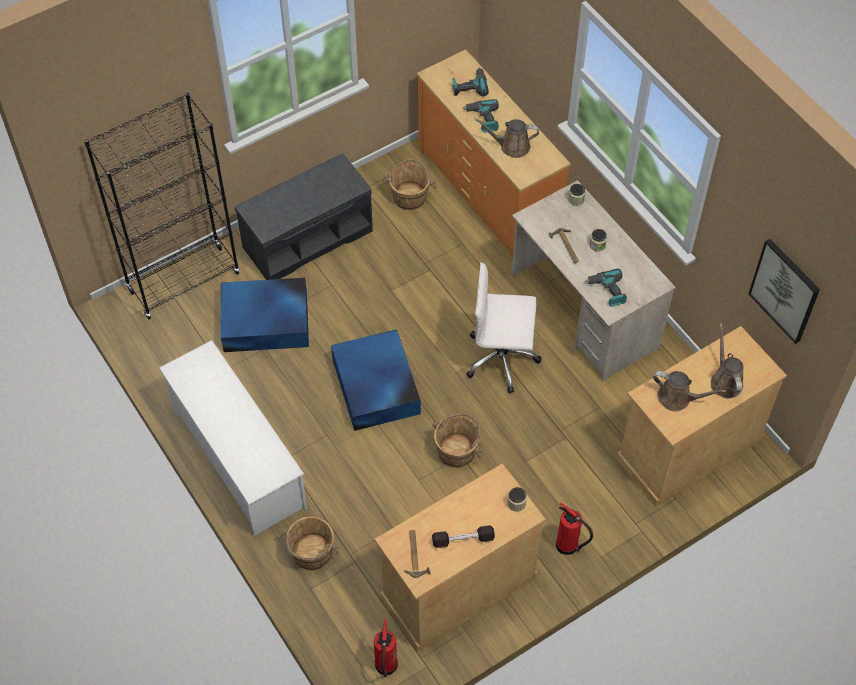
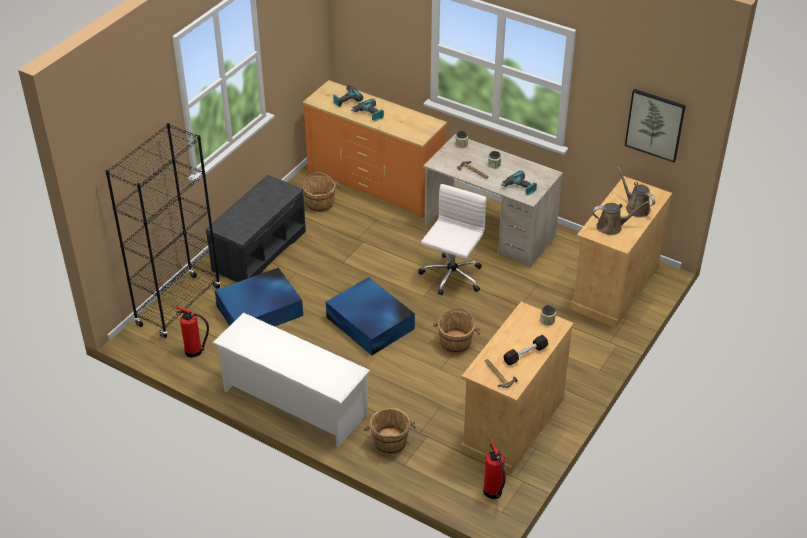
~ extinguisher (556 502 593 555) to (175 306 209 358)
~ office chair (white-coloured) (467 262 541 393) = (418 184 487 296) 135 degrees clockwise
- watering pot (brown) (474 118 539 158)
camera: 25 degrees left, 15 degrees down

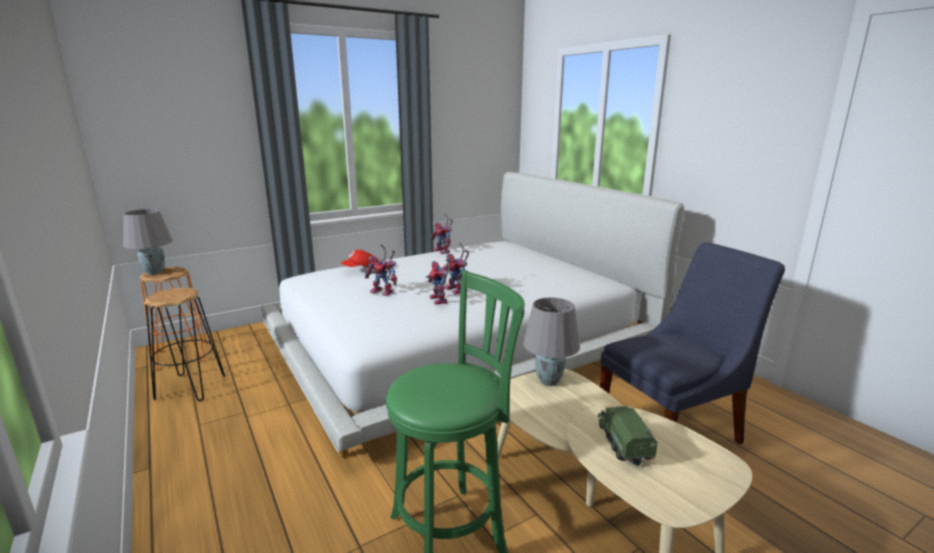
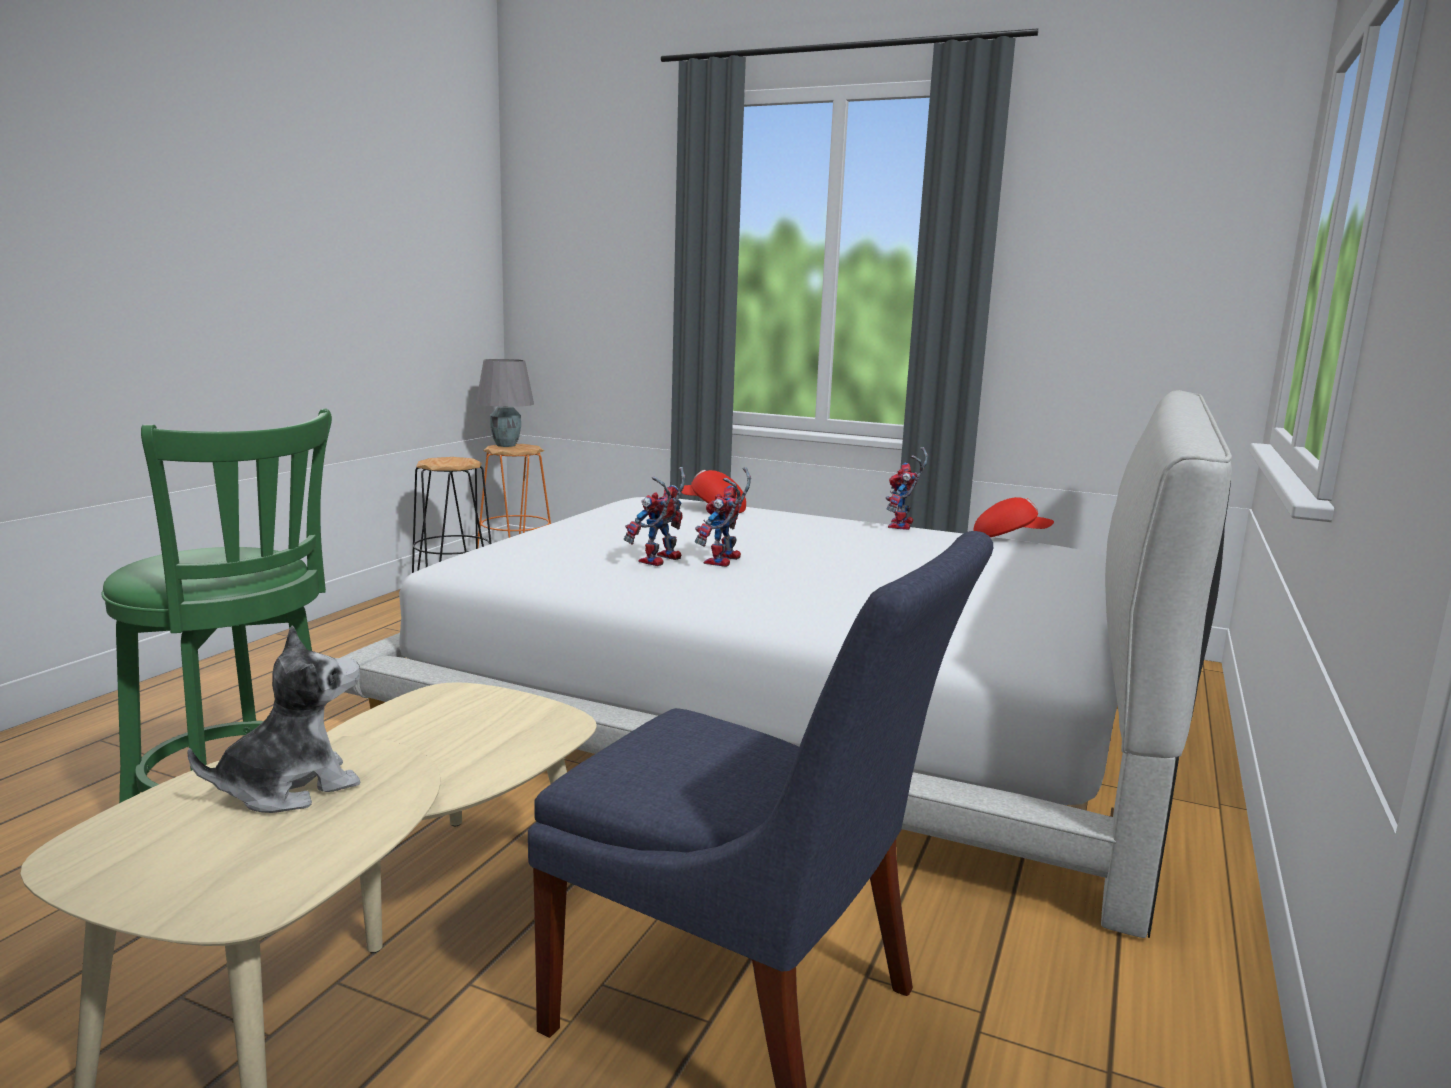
~ toy truck (598 406 658 467) to plush toy (187 626 361 813)
+ cap (reddish) (973 497 1054 537)
- robot figure (365 244 397 296)
- lamp for a table (grey) (523 297 580 386)
camera: 55 degrees right, 5 degrees down

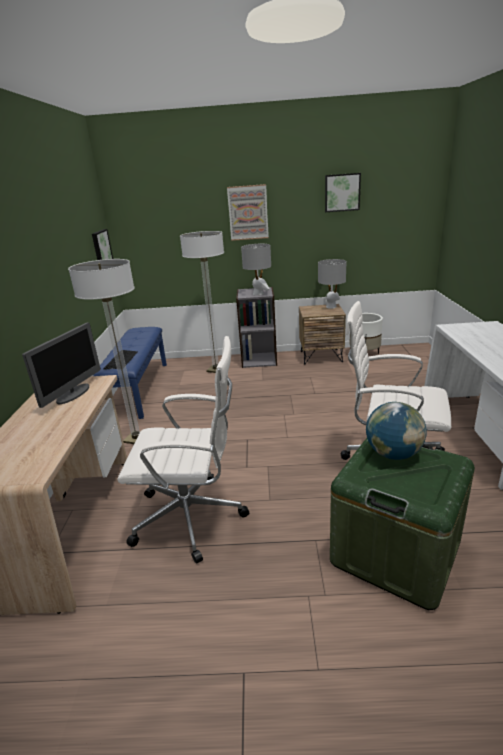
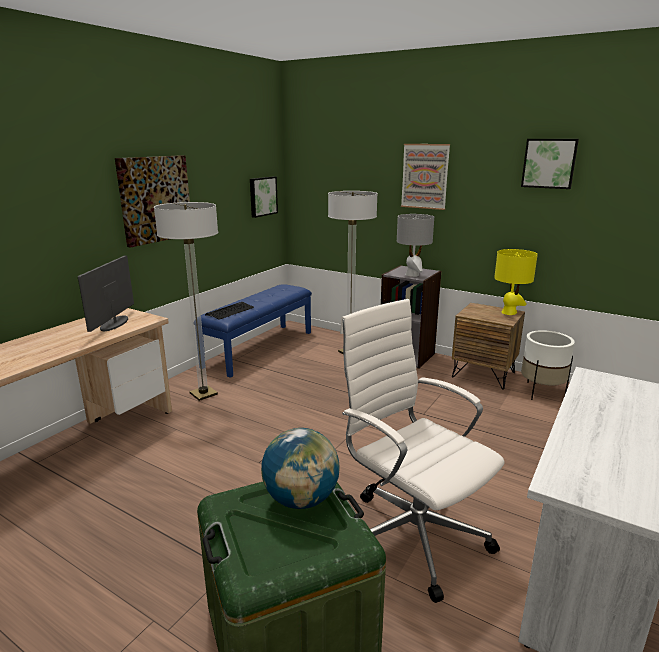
~ computer display (22 323 101 408) = (78 256 134 332) 135 degrees clockwise
+ picture (115 155 190 248)
~ lamp for a table (grey) (318 259 346 309) to lamp for a table (yellow) (494 249 538 315)
- office chair (white-coloured) (118 336 249 563)
camera: 30 degrees right, 5 degrees down

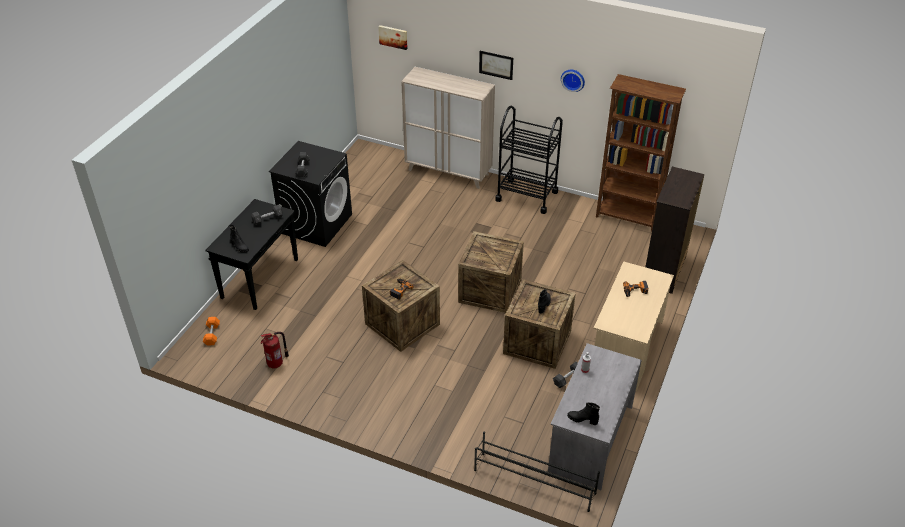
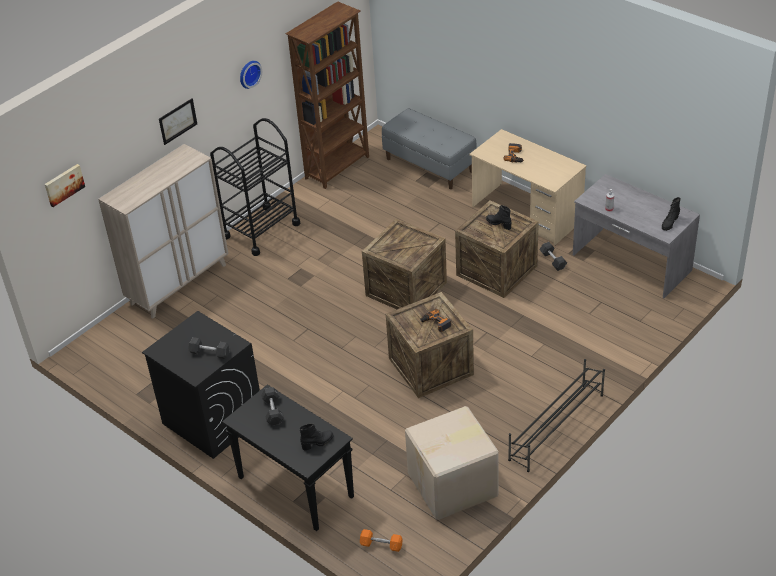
~ drawer chest (black-coloured) (645 167 705 294) to indoor bench (grey) (382 108 477 189)
~ extinguisher (260 332 289 368) to carton (405 406 499 520)
~ shoe shelf (black-coloured) (474 432 600 512) to (508 359 605 472)
camera: 70 degrees left, 0 degrees up

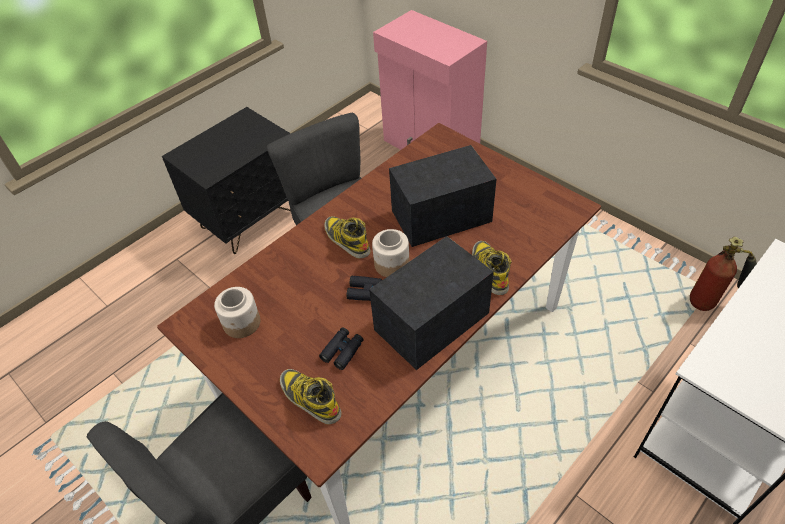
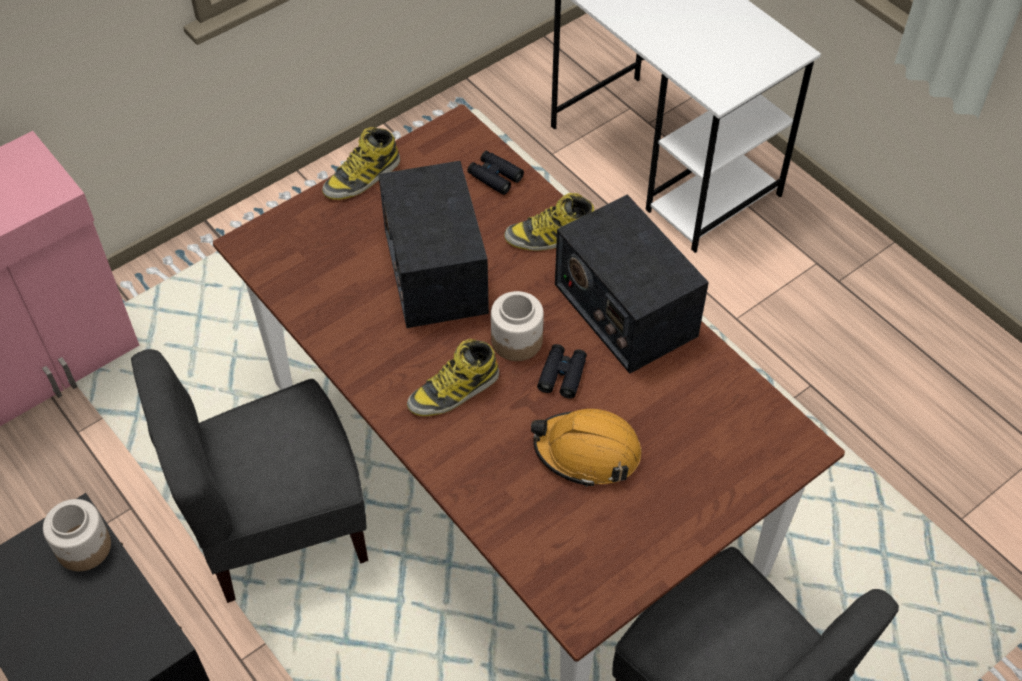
~ jar (214 287 260 338) to (43 499 111 571)
~ tall boot (280 369 341 425) to (322 127 400 200)
~ field glasses (black-coloured) (319 327 364 370) to (467 151 524 195)
+ work helmet (orange-coloured) (531 409 641 487)
- extinguisher (690 237 757 311)
camera: 85 degrees left, 5 degrees up

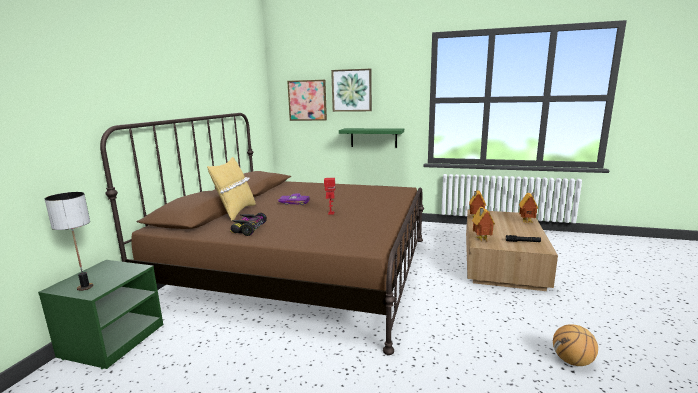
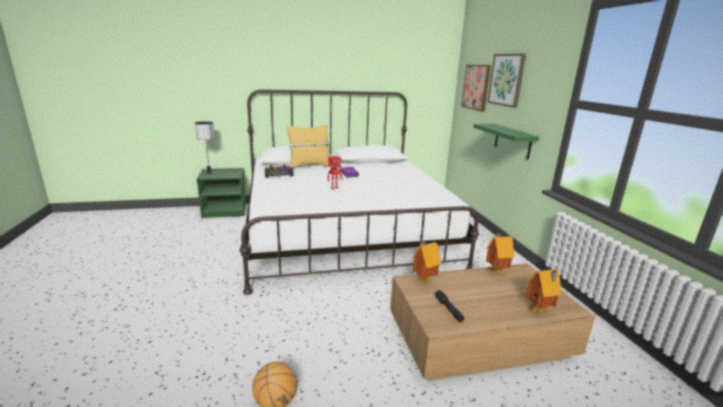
~ bedroom bed (brown) (100 113 424 355) to bedroom bed (white-coloured) (239 89 479 295)
camera: 60 degrees right, 5 degrees up

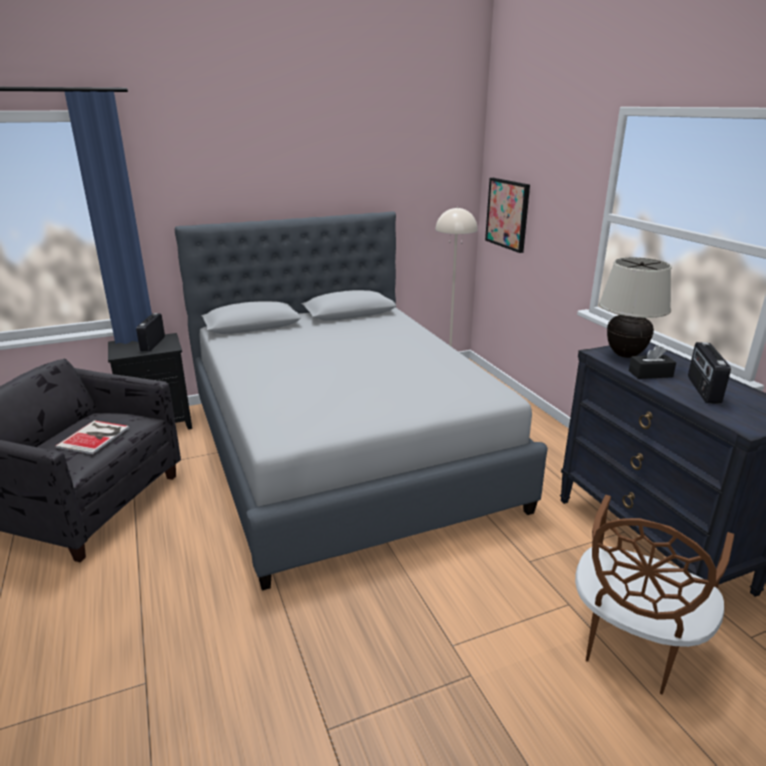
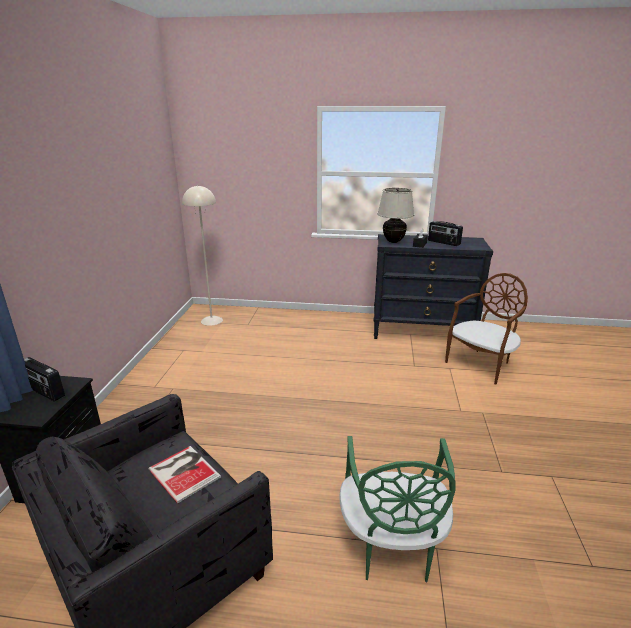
+ upright chair (green-coloured) (339 436 456 582)
~ upright chair (brown) (575 495 734 695) = (445 273 528 385) 105 degrees counterclockwise
- bedroom bed (grey) (175 212 548 591)
- picture (485 178 530 253)
camera: 60 degrees left, 0 degrees up

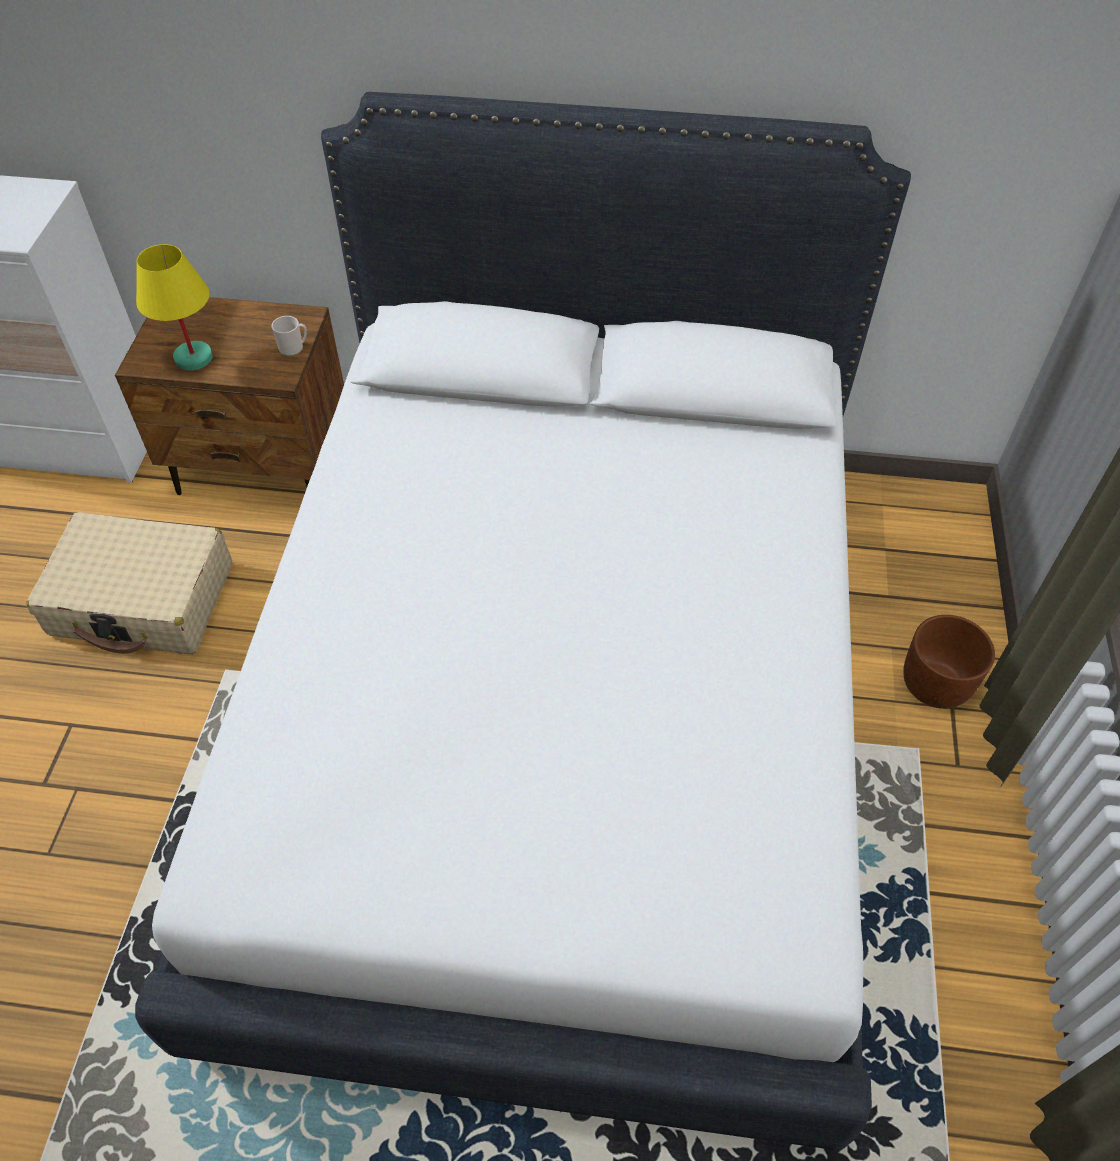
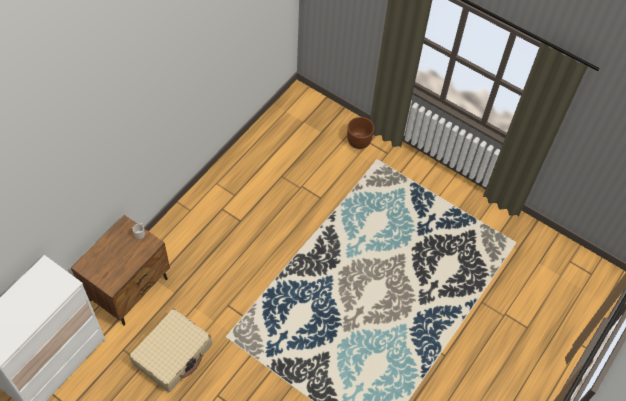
- bedroom bed (white-coloured) (135 92 911 1151)
- lamp for a table (yellow) (136 244 213 371)
camera: 65 degrees left, 5 degrees up

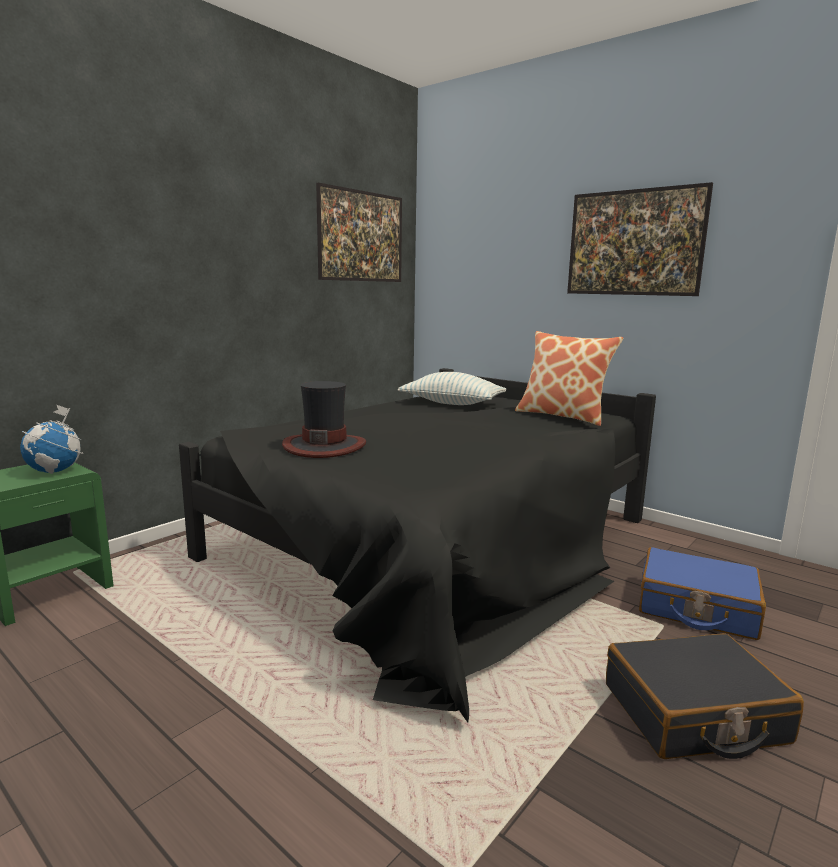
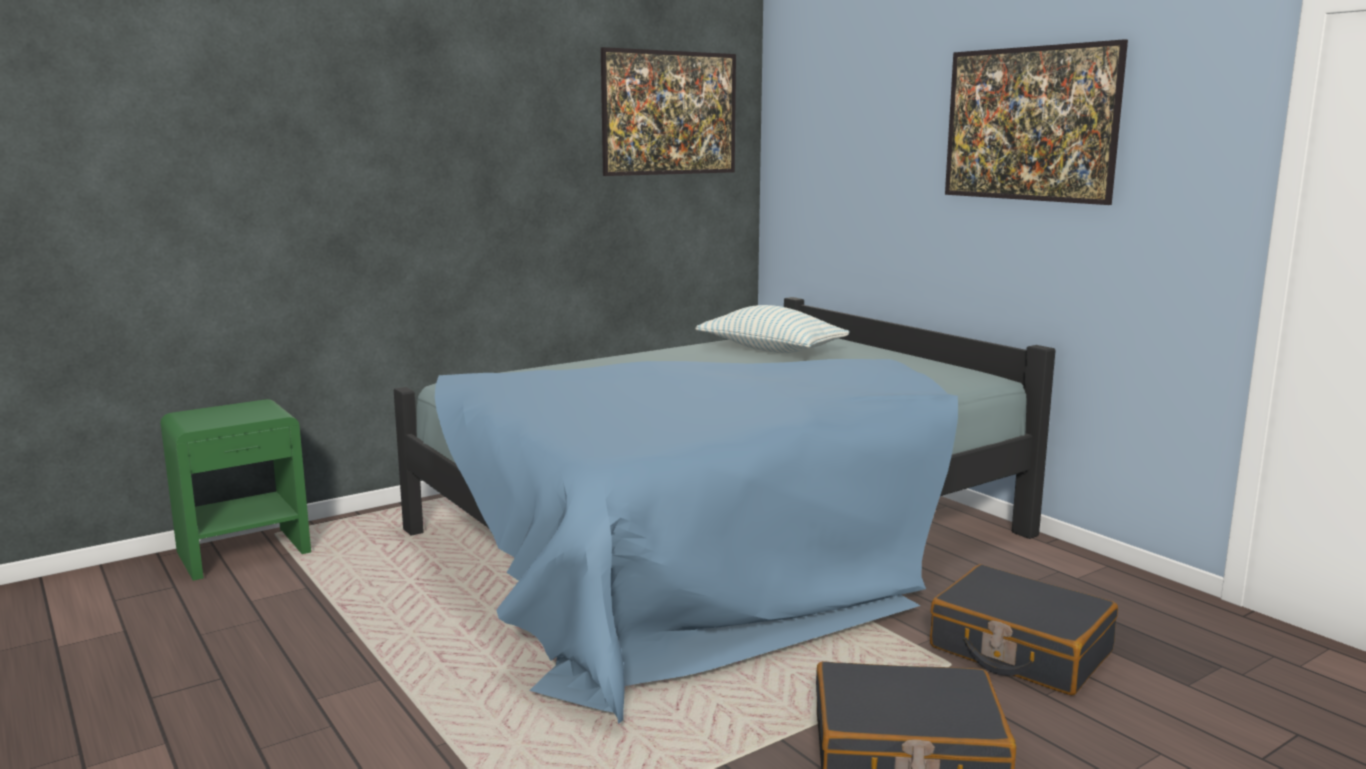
~ bedroom bed (black-coloured) (179 368 656 723) to bedroom bed (bluish) (394 297 1056 724)
~ suitcase (bluish) (639 547 766 640) to suitcase (black-coloured) (930 564 1118 695)
- globe (20 405 84 474)
- hat (282 381 366 458)
- pillow (515 331 623 426)
camera: 15 degrees right, 0 degrees up

